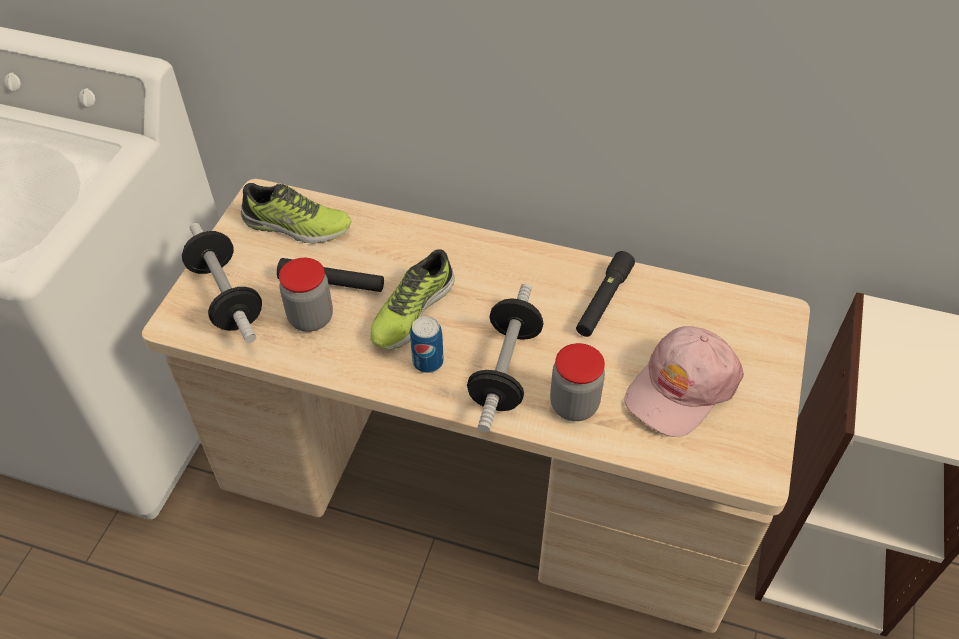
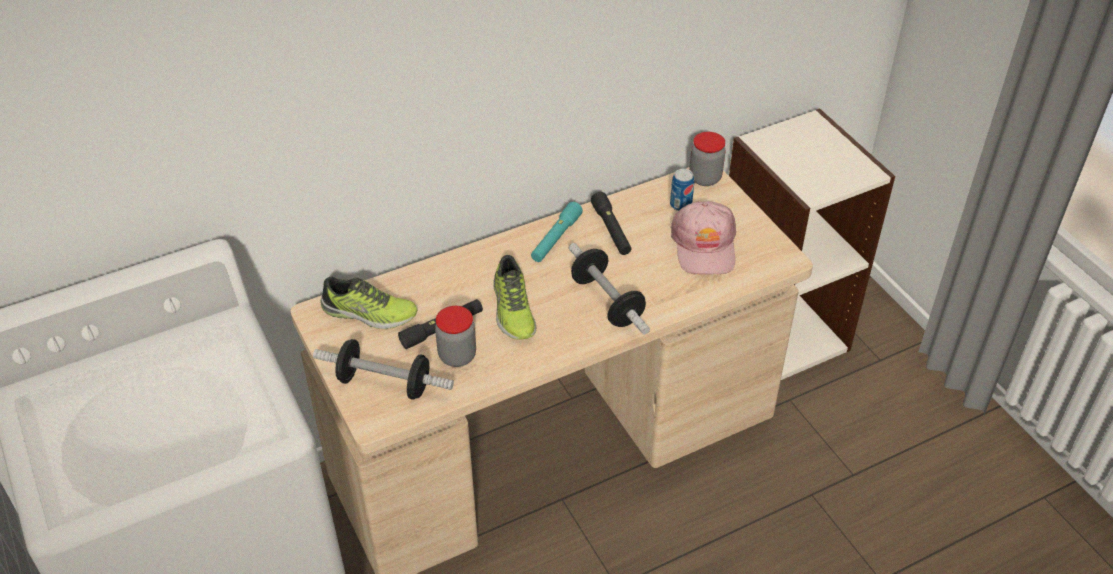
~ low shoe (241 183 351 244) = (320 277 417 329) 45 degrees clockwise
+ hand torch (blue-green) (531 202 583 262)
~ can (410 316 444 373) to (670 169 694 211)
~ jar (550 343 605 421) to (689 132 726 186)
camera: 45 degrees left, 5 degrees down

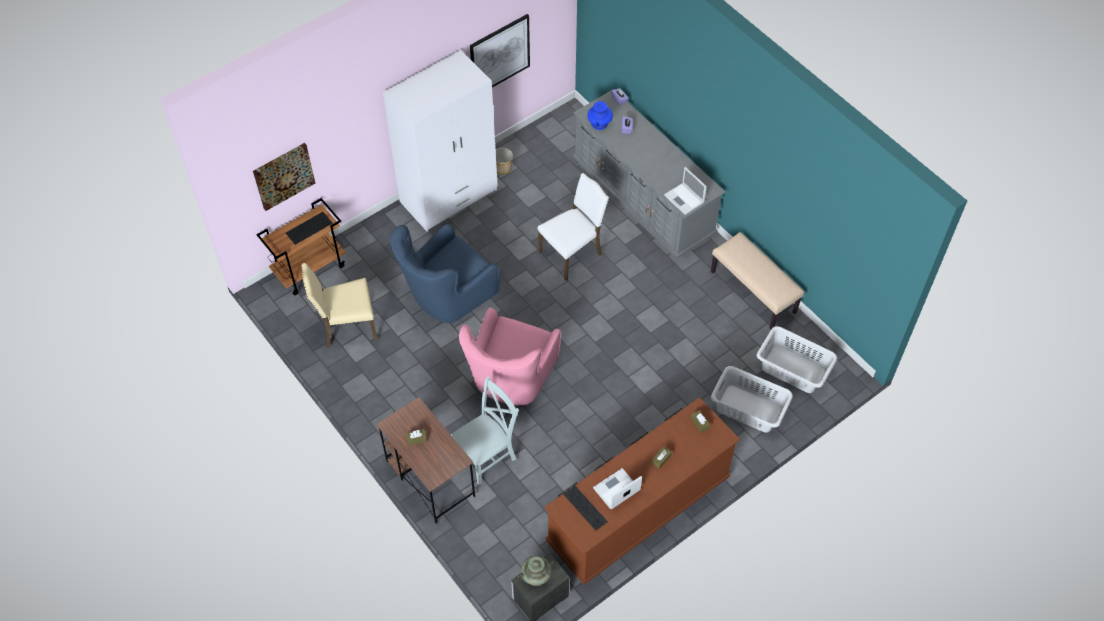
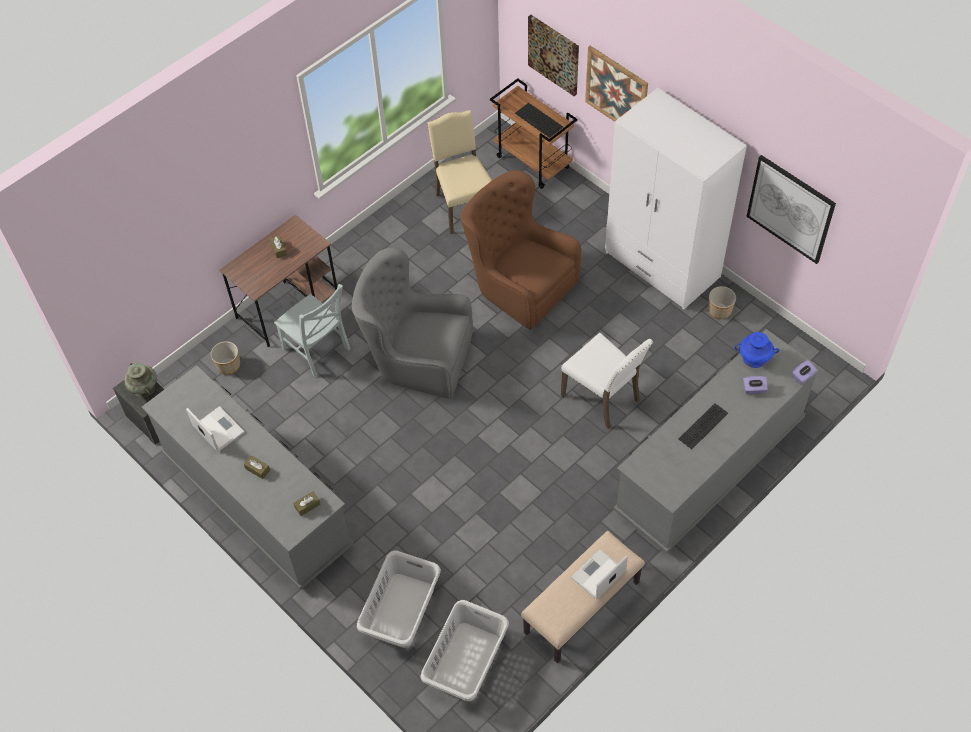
~ drawer chest (brown) (544 397 740 585) to drawer chest (grey) (142 365 354 590)
+ plant pot (211 341 240 375)
~ lounge chair (pink-coloured) (459 308 561 405) to lounge chair (grey) (352 248 473 399)
~ lounge chair (bluish) (390 224 500 323) to lounge chair (brown) (460 170 581 330)
~ notebook computer (664 167 707 215) to (571 549 628 599)
+ picture (585 46 648 122)
~ PC keyboard (563 486 608 531) to (679 403 728 449)
camera: 85 degrees right, 0 degrees up

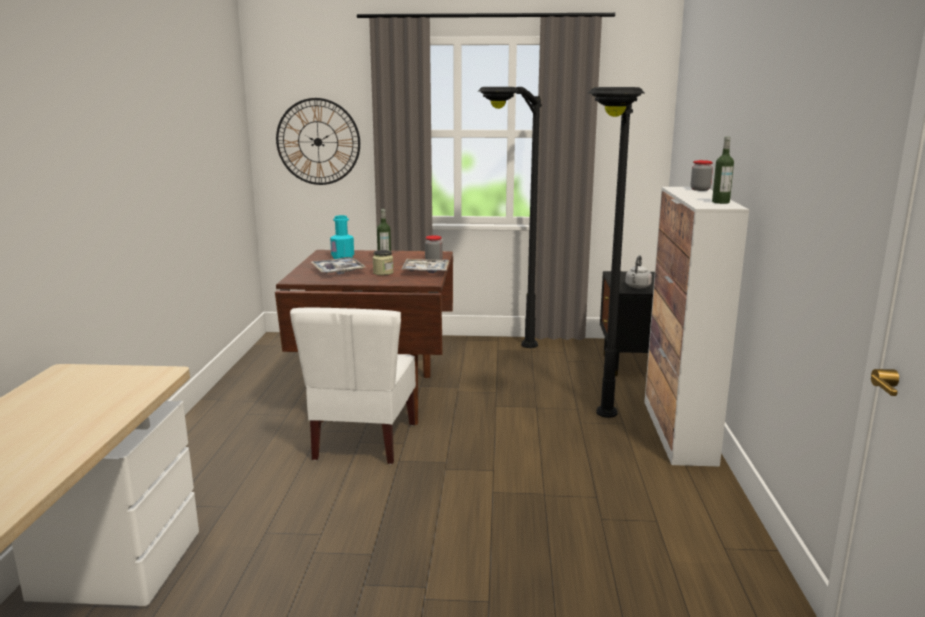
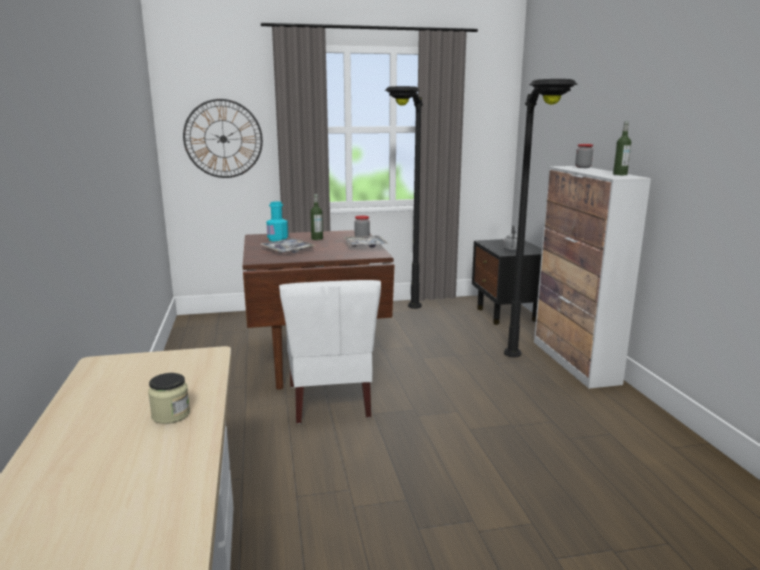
~ jar (373 250 394 275) to (148 373 190 424)
camera: 15 degrees left, 0 degrees up

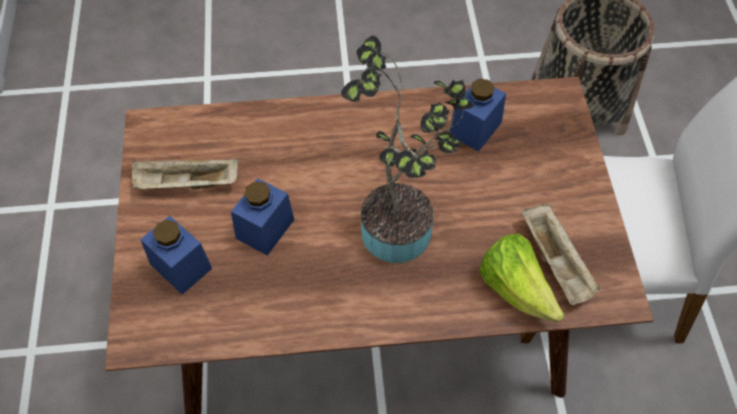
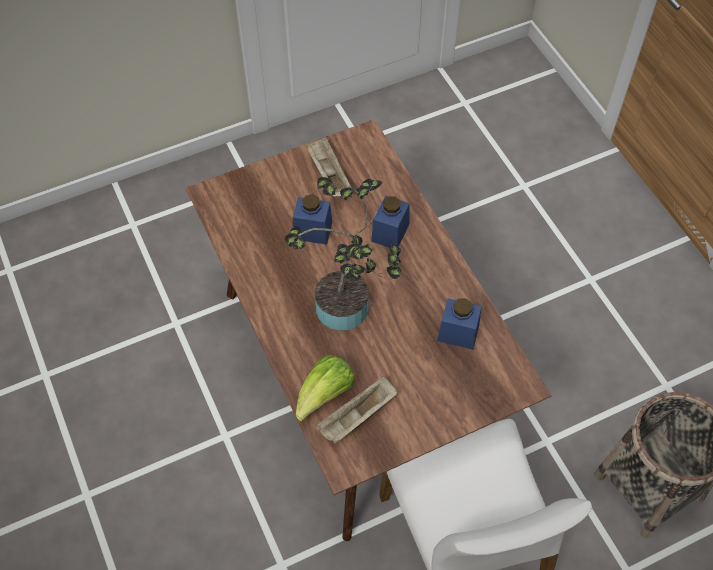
~ jar (bluish) (140 216 212 295) to (371 195 410 248)
camera: 70 degrees right, 0 degrees up

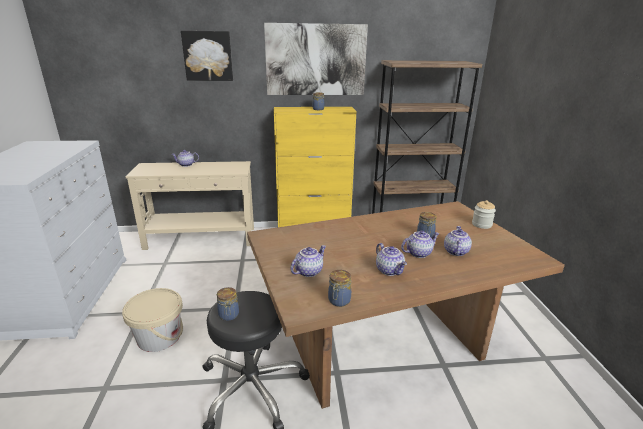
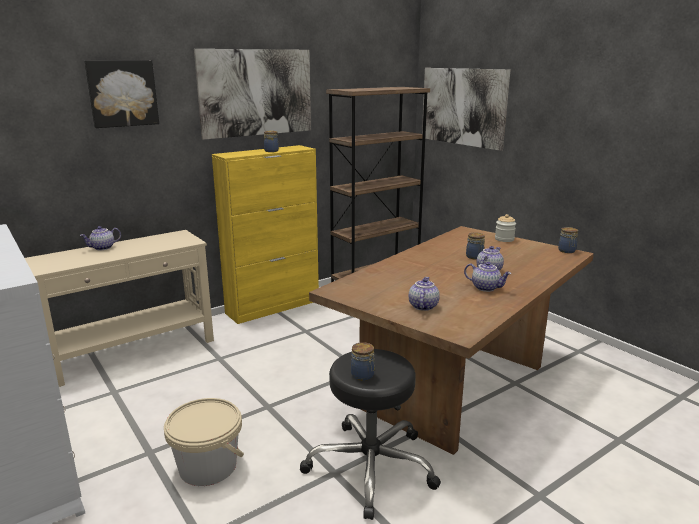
+ picture (422 68 510 151)
~ jar (328 270 351 307) to (558 227 578 253)
- tea pot (444 226 472 256)
camera: 30 degrees left, 5 degrees down

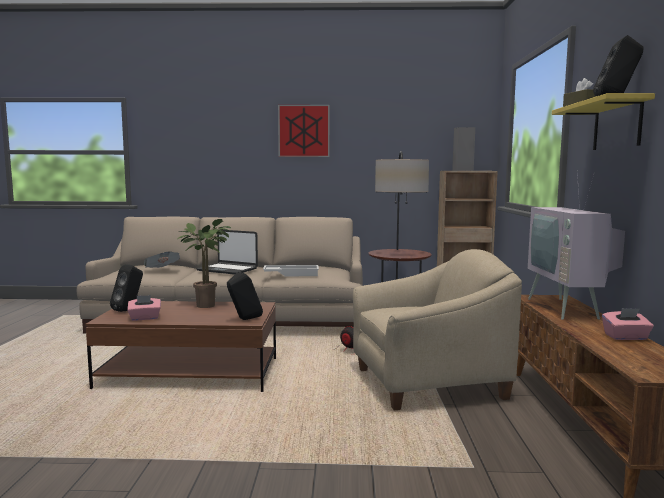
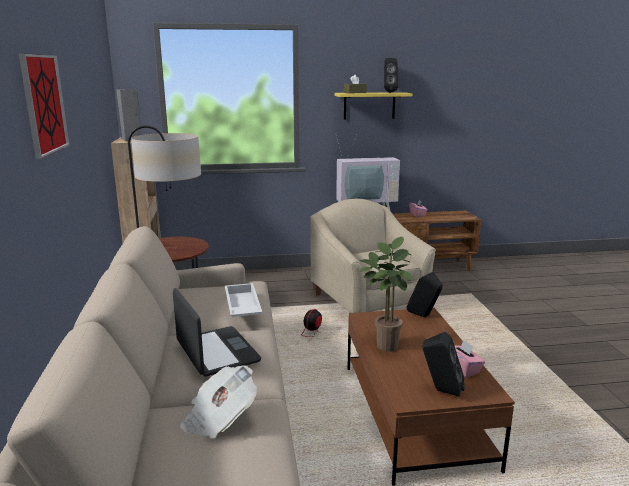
~ notebook computer (196 230 258 275) = (173 288 261 376) 45 degrees counterclockwise
camera: 100 degrees left, 10 degrees up

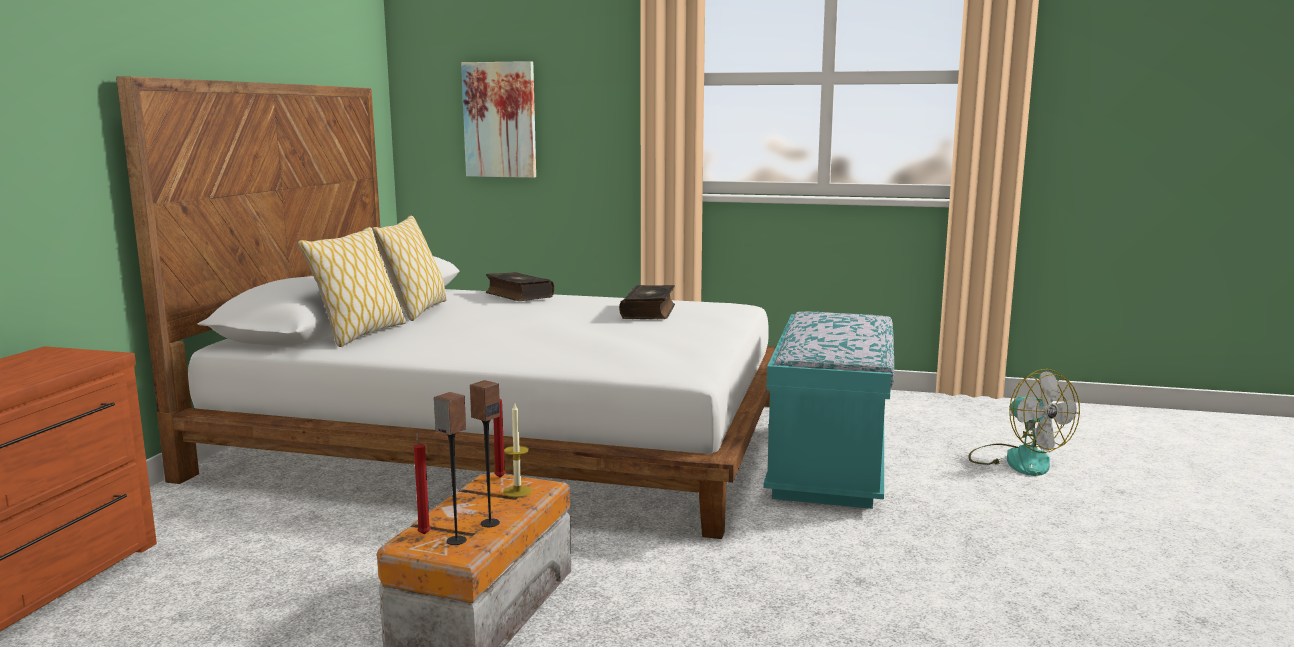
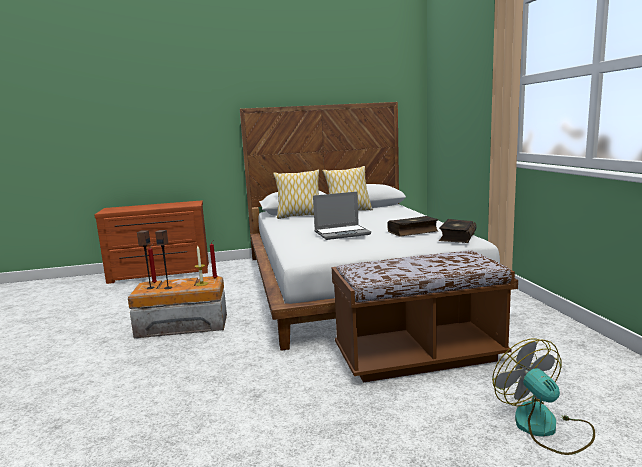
+ notebook computer (313 192 371 240)
~ indoor bench (blue-green) (763 312 894 509) to indoor bench (brown) (332 250 515 383)
~ book (486 272 554 301) to (439 219 476 243)
~ electric fan (968 369 1080 476) = (492 339 595 455) 120 degrees clockwise
- picture (461 61 536 178)
camera: 65 degrees right, 0 degrees up

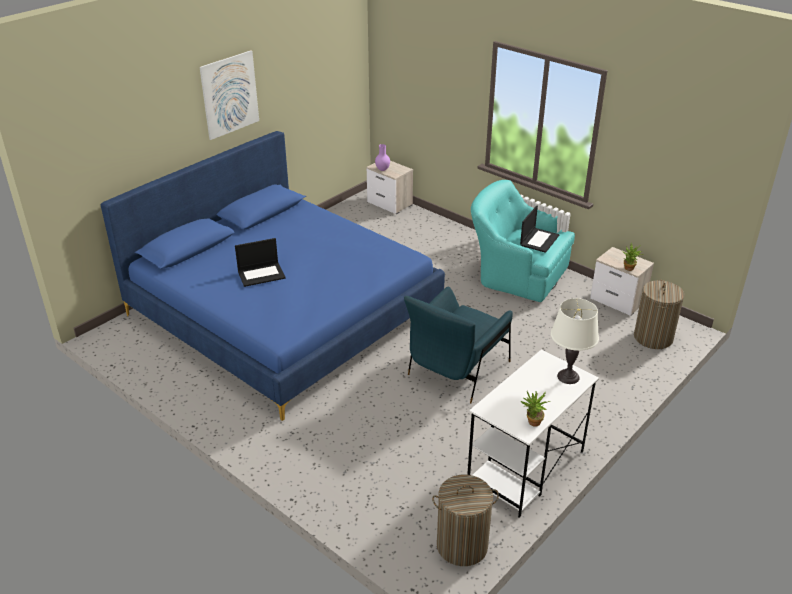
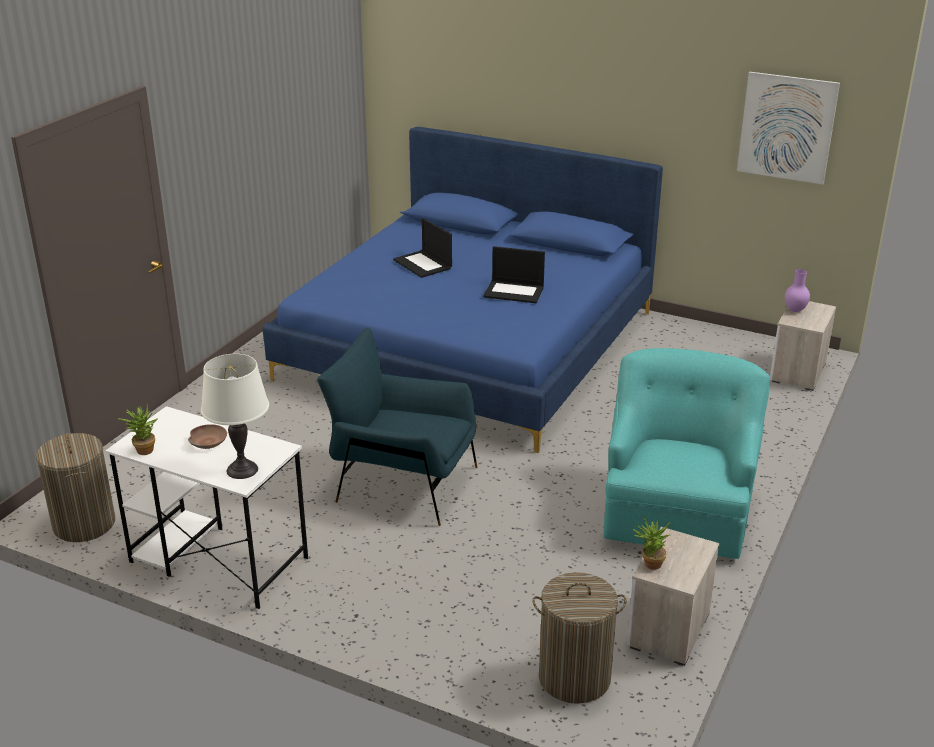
+ bowl (brown) (188 424 227 449)
~ notebook computer (520 206 559 253) to (483 246 545 303)
~ picture (199 50 259 140) to (737 72 840 185)
camera: 75 degrees right, 5 degrees down

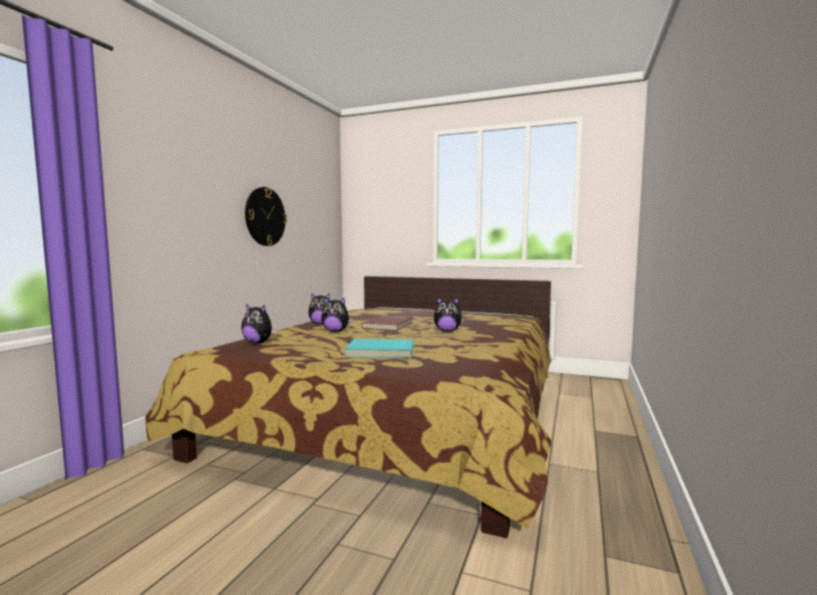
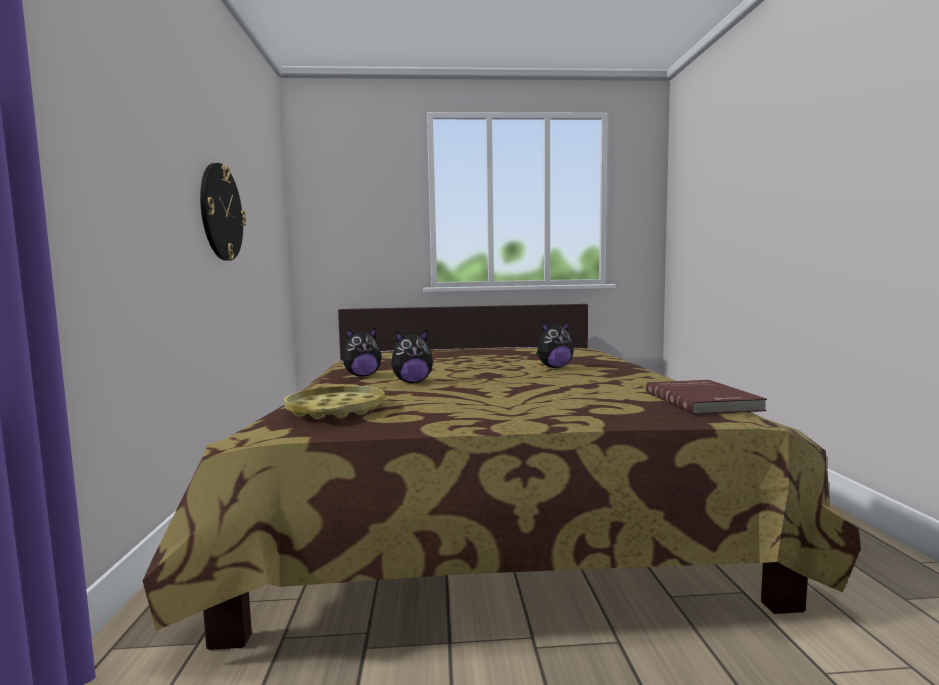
~ plush toy (241 304 278 344) to carrying tray (yellow) (284 384 385 419)
~ book (reddish) (361 315 413 331) to (646 380 767 415)
- book (blue-green) (345 339 414 358)
camera: 25 degrees left, 0 degrees up

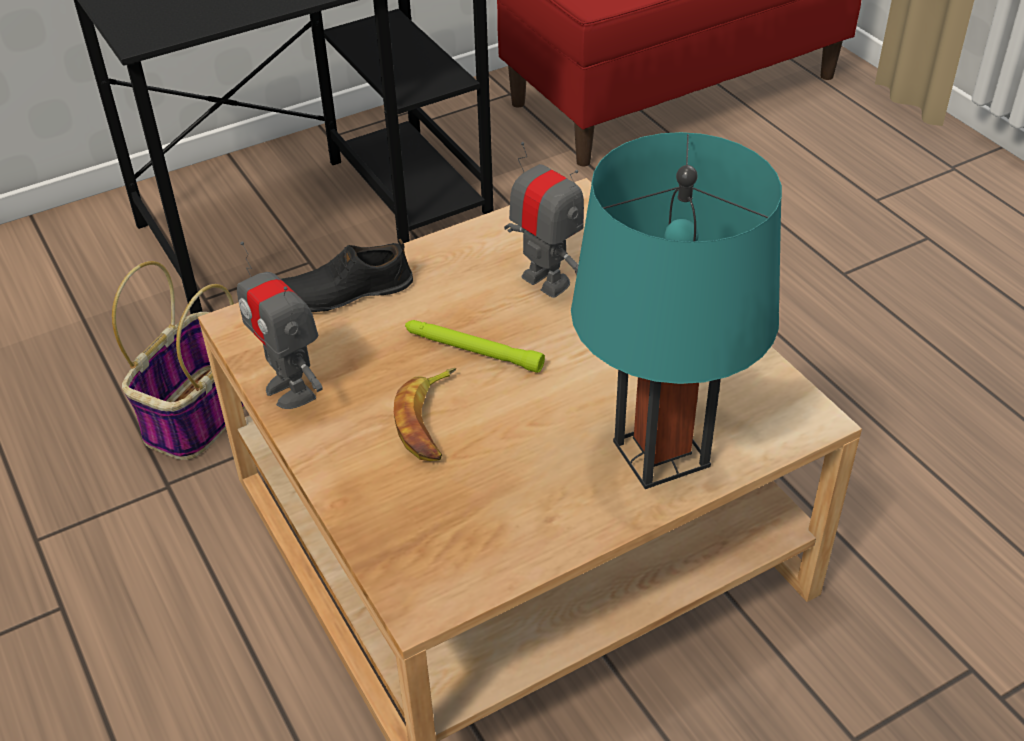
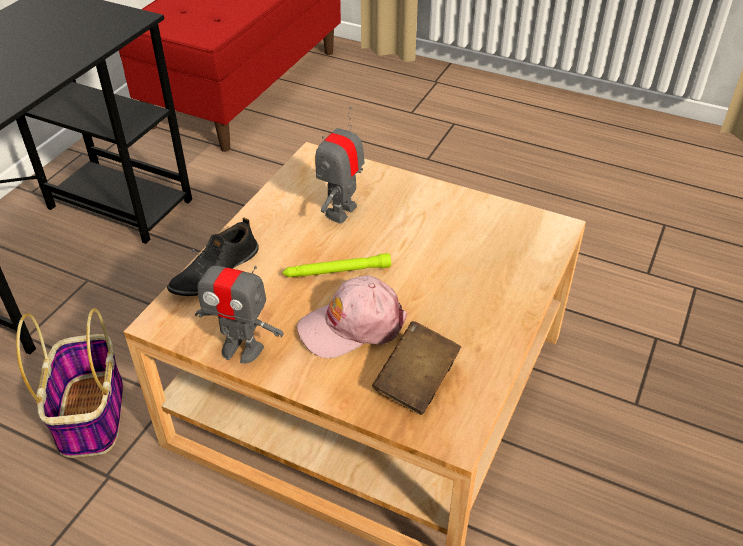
~ banana fruit (394 368 456 461) to cap (pink-coloured) (297 275 407 358)
~ robot figure (504 142 584 298) = (315 107 365 224) 75 degrees counterclockwise
+ book (brown) (372 321 461 415)
- lamp for a table (blue-green) (571 132 782 489)
camera: 35 degrees left, 0 degrees up

